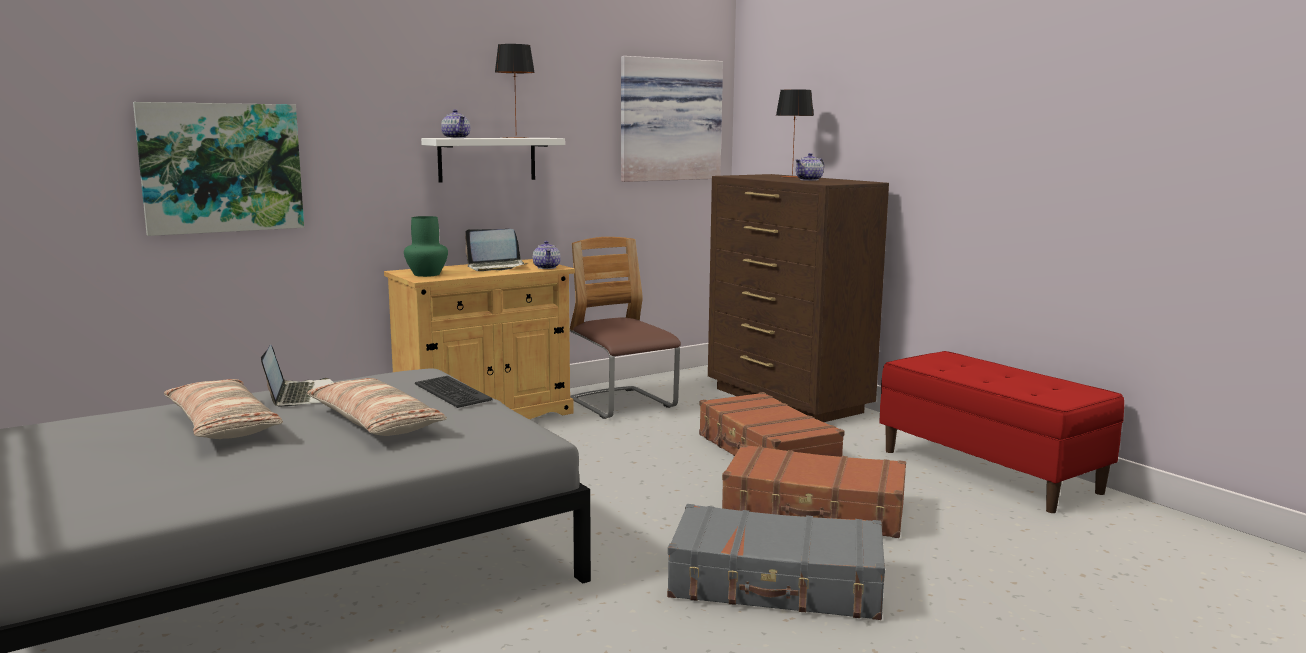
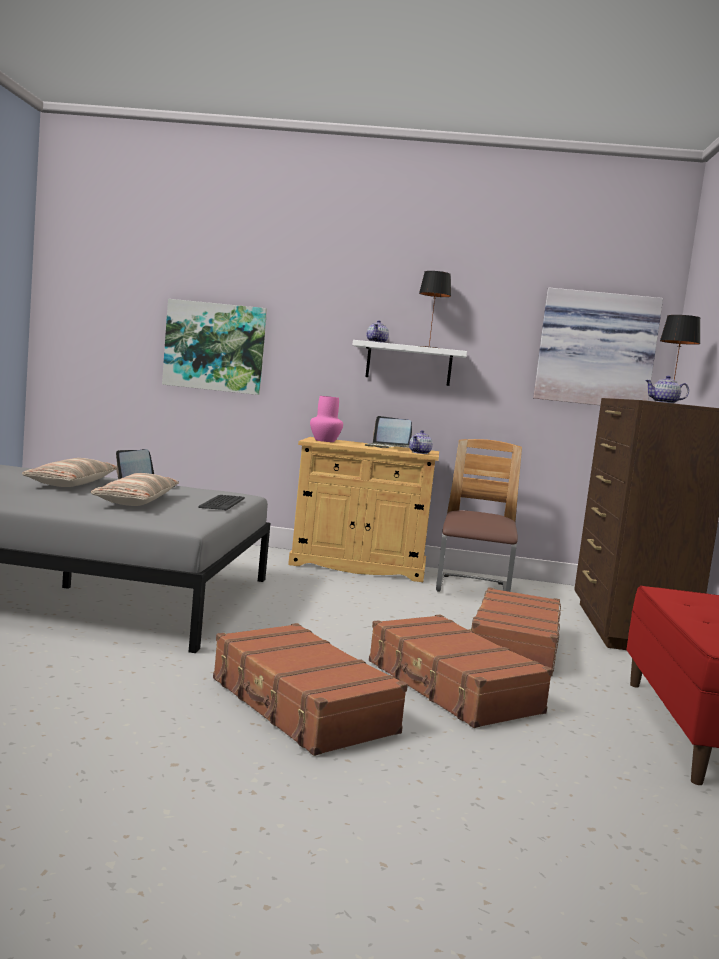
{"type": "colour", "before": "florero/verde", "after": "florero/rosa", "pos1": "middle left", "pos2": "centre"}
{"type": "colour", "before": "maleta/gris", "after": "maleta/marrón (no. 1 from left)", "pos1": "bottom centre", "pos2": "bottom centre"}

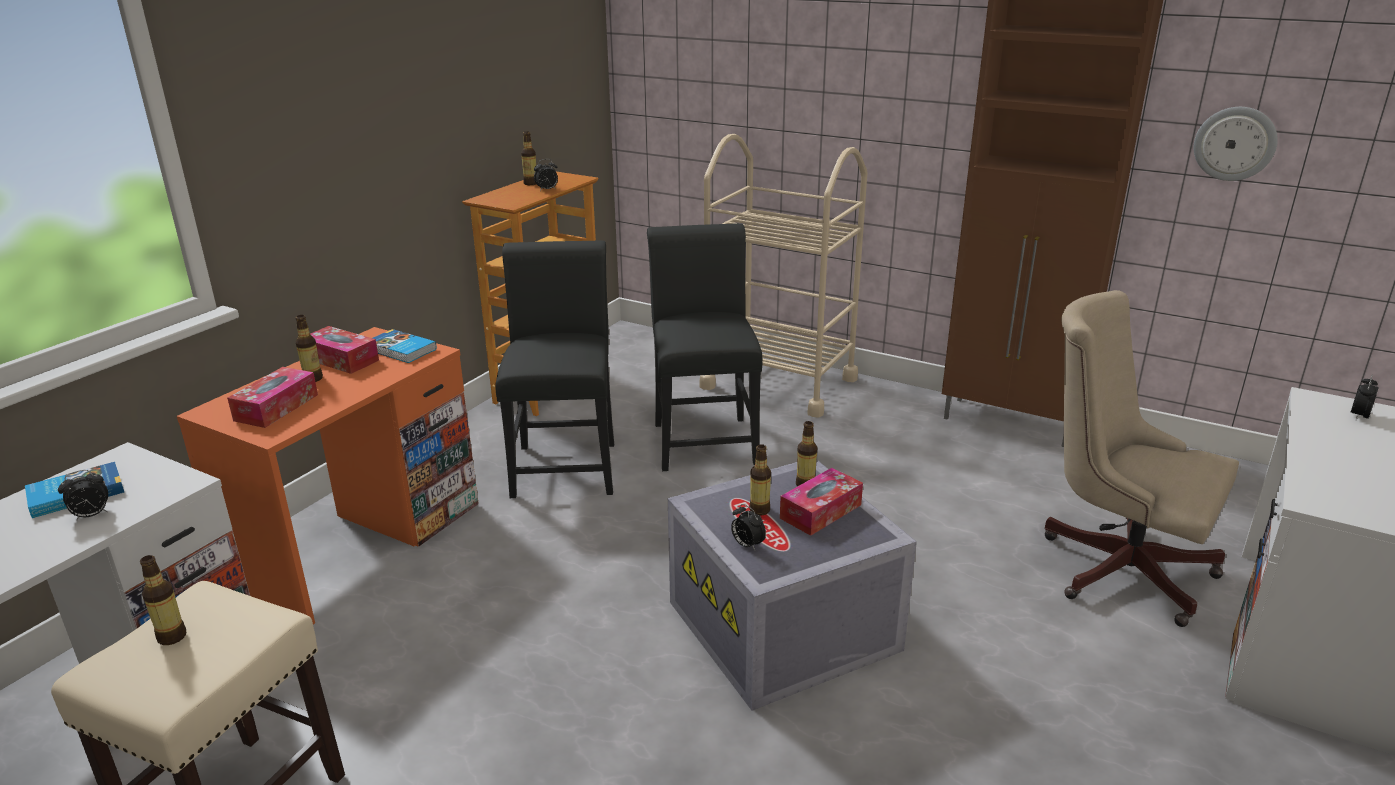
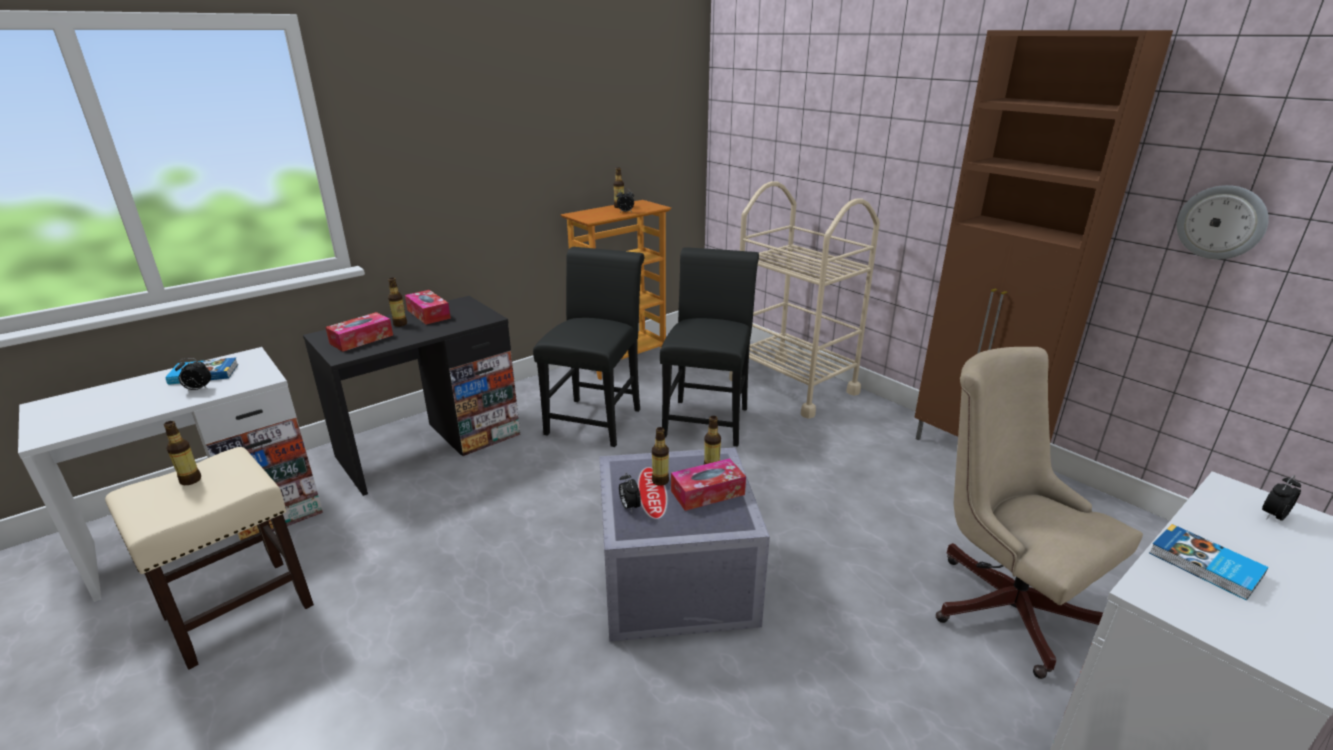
{"type": "colour", "before": "escritorio/naranja", "after": "escritorio/negro", "pos1": "middle left", "pos2": "middle left"}
{"type": "relocated", "before": "libro (no. 2 from left)", "pos1": "middle left", "pos2": "bottom right"}

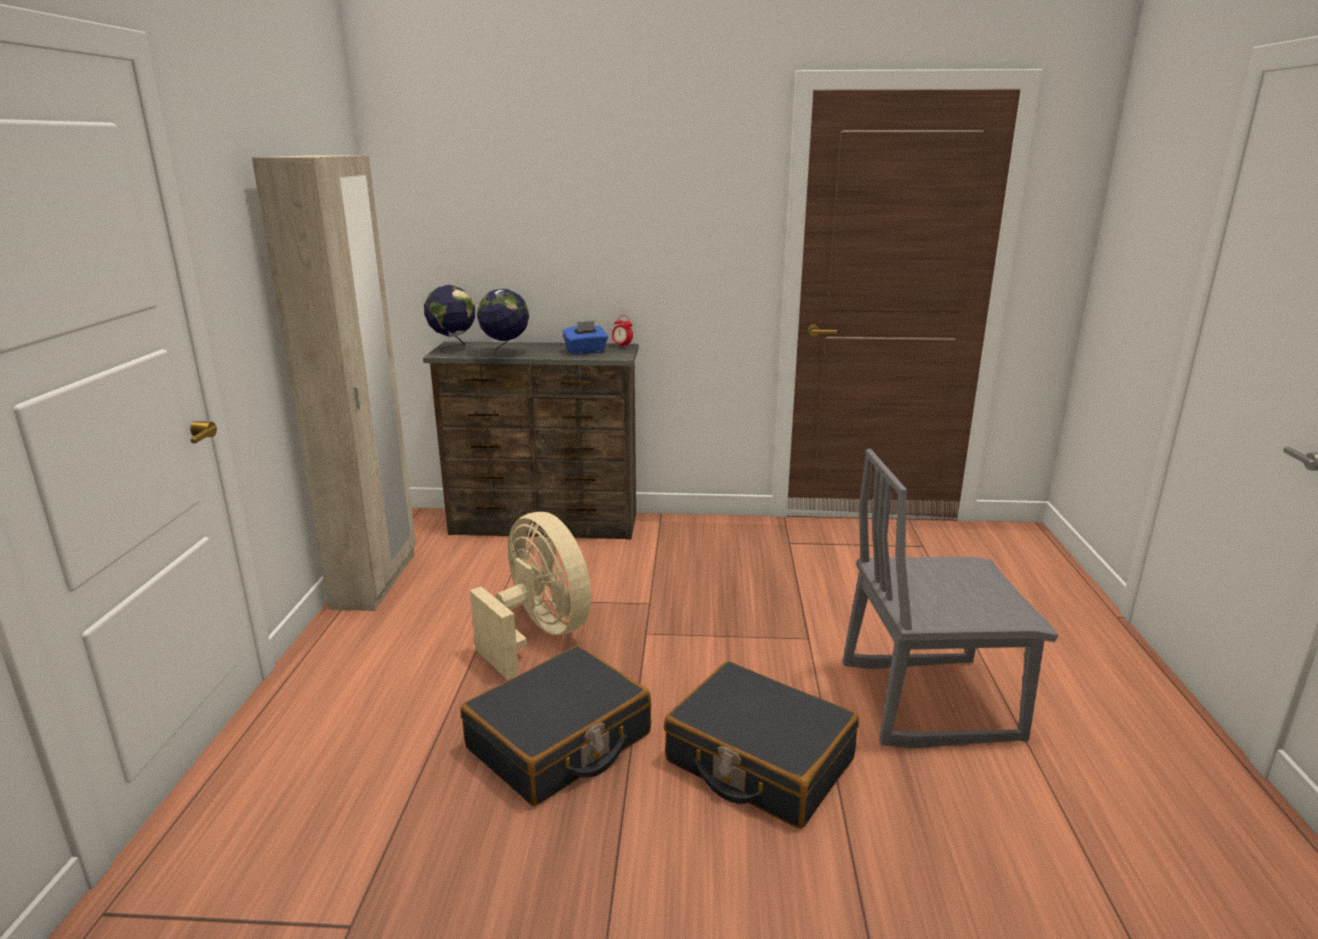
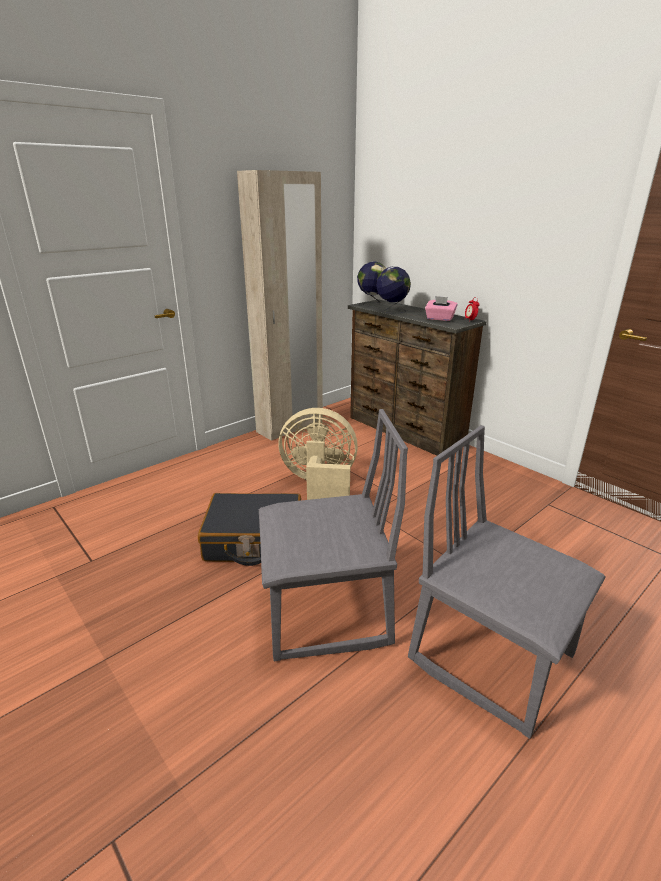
{"type": "spun", "before": "ventilador/beis", "pos1": "centre", "pos2": "centre", "turn": -90}
{"type": "colour", "before": "caja de pañuelos/azul", "after": "caja de pañuelos/rosa", "pos1": "centre", "pos2": "middle right"}
{"type": "exchanged", "before": "maleta/negro (no. 2 from left)", "after": "silla/gris (no. 1 from left)", "pos1": "bottom centre", "pos2": "centre"}

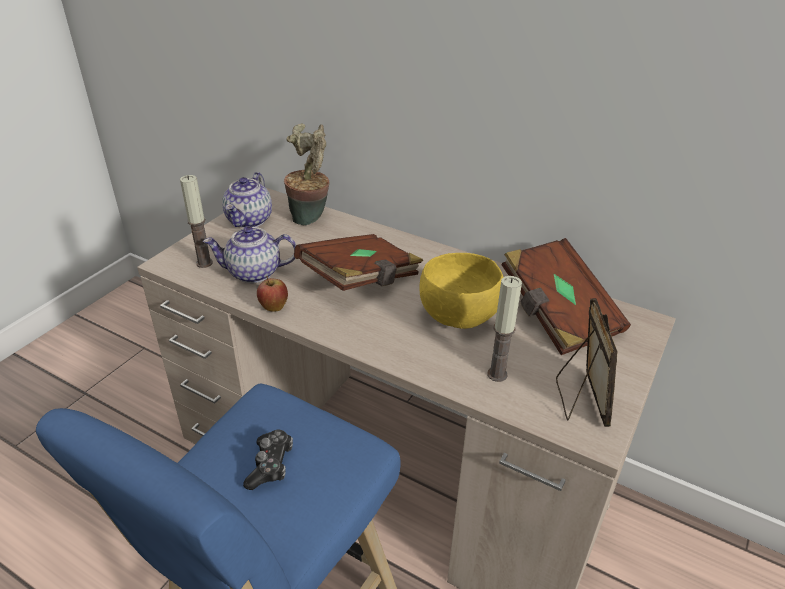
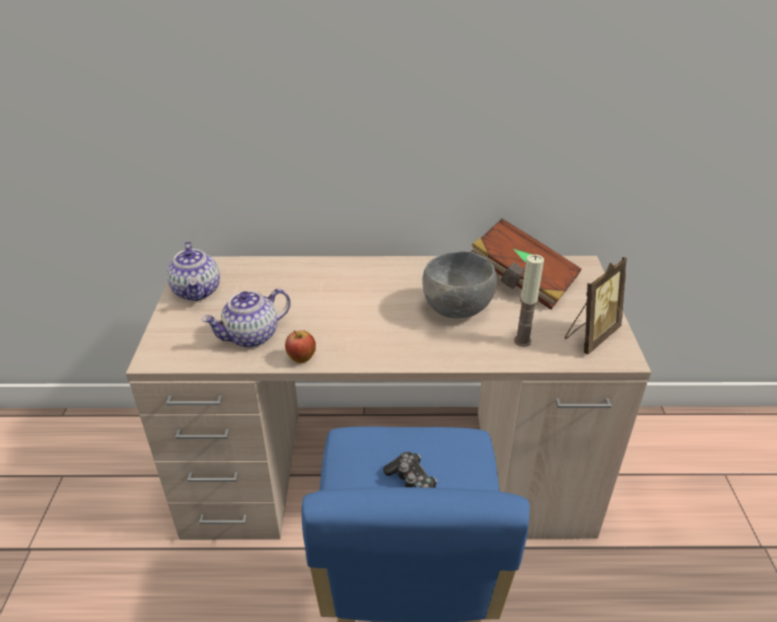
{"type": "missing", "before": "vela (no. 1 from left)", "pos1": "middle left"}
{"type": "missing", "before": "planta en maceta", "pos1": "top centre"}
{"type": "missing", "before": "libro/marrón (no. 1 from left)", "pos1": "centre"}
{"type": "colour", "before": "cuenco/amarillo", "after": "cuenco/gris", "pos1": "centre", "pos2": "centre"}
{"type": "spun", "before": "portarretratos", "pos1": "middle right", "pos2": "middle right", "turn": 75}

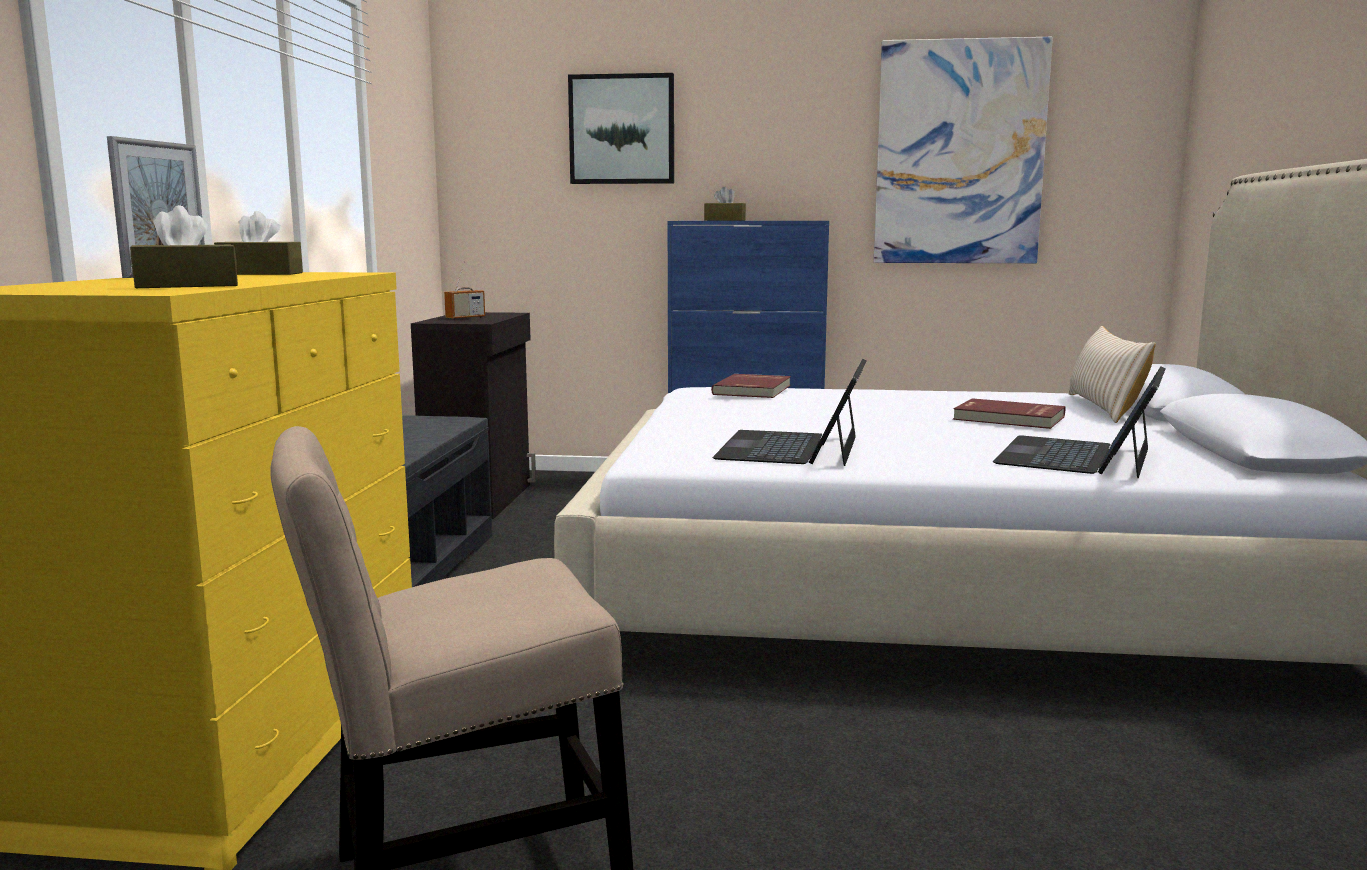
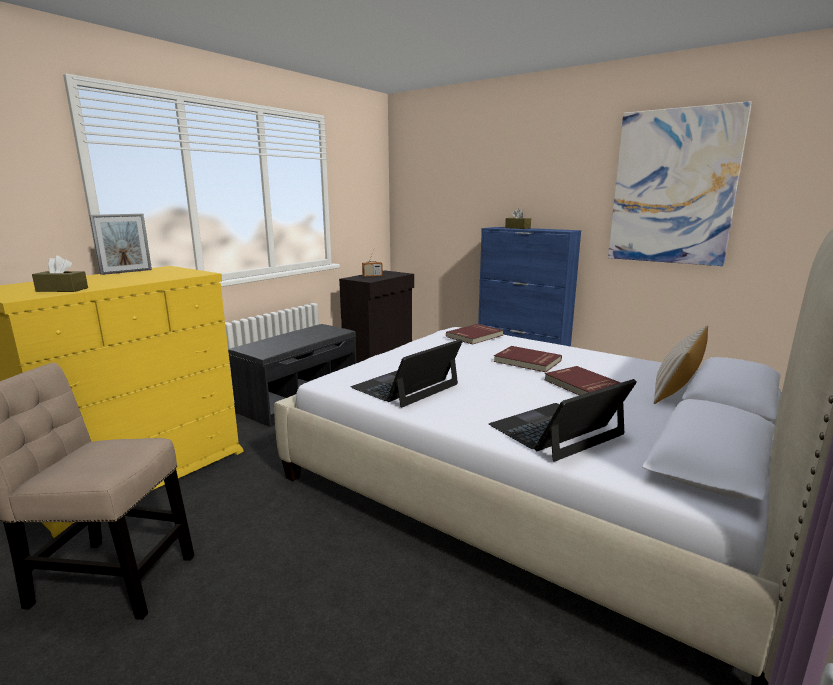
{"type": "missing", "before": "caja de pañuelos/marrón (no. 2 from left)", "pos1": "top left"}
{"type": "missing", "before": "cuadro (no. 1 from left)", "pos1": "top centre"}
{"type": "appeared", "after": "libro/rojo (no. 2 from left)", "pos2": "centre"}

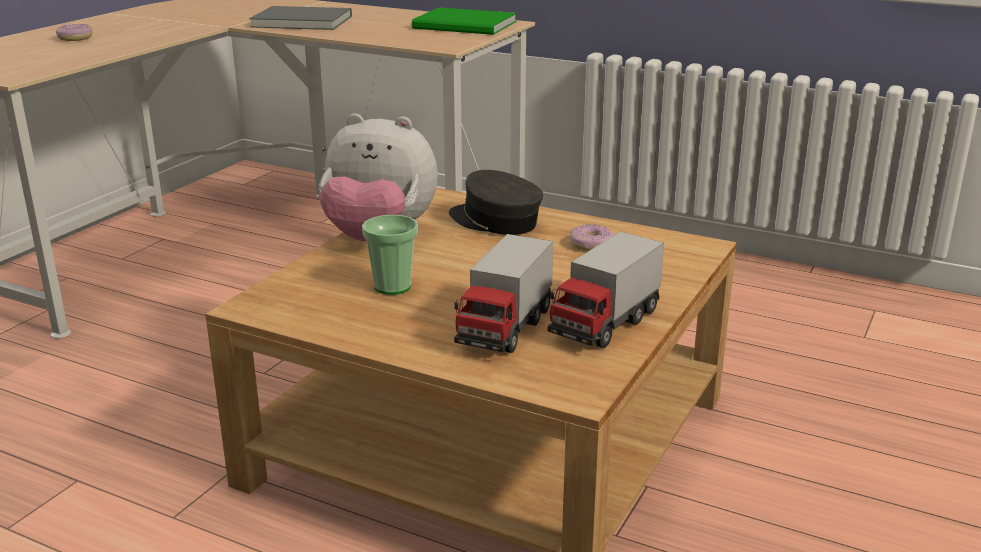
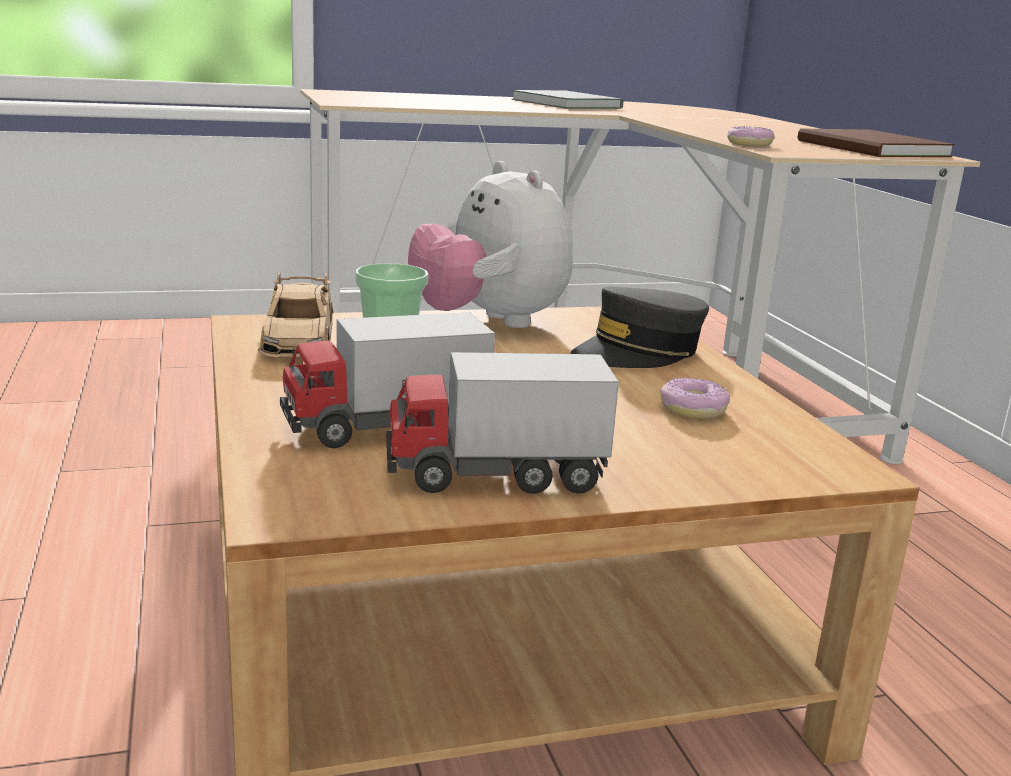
{"type": "relocated", "before": "rosquilla (no. 1 from left in the first image)", "after": "rosquilla (no. 2 from left)", "pos1": "top left", "pos2": "top right"}
{"type": "relocated", "before": "libro/gris", "pos1": "top left", "pos2": "top centre"}
{"type": "colour", "before": "libro/verde", "after": "libro/marrón", "pos1": "top centre", "pos2": "top right"}
{"type": "spun", "before": "gorra/gris", "pos1": "centre", "pos2": "centre", "turn": -120}
{"type": "appeared", "after": "coche de juguete/beis", "pos2": "middle left"}

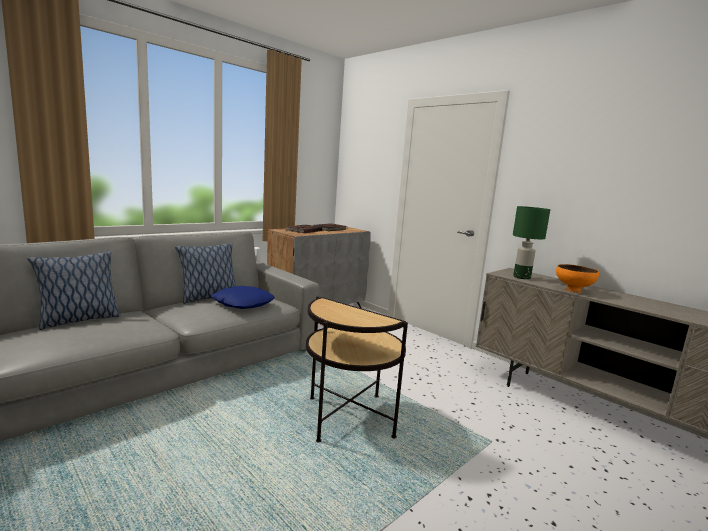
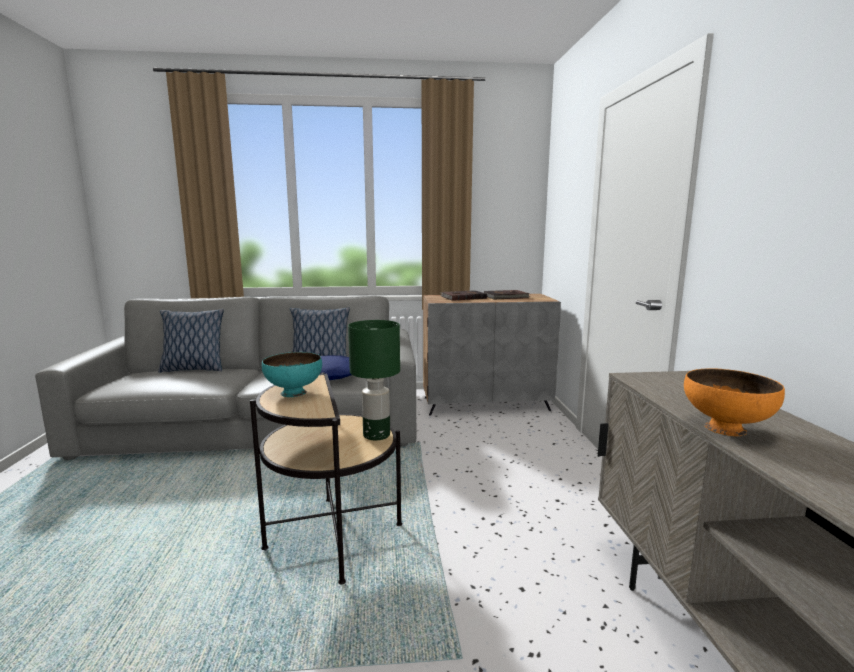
{"type": "relocated", "before": "lámpara de mesa/verde", "pos1": "middle right", "pos2": "centre"}
{"type": "appeared", "after": "cuenco/turquesa", "pos2": "centre"}

